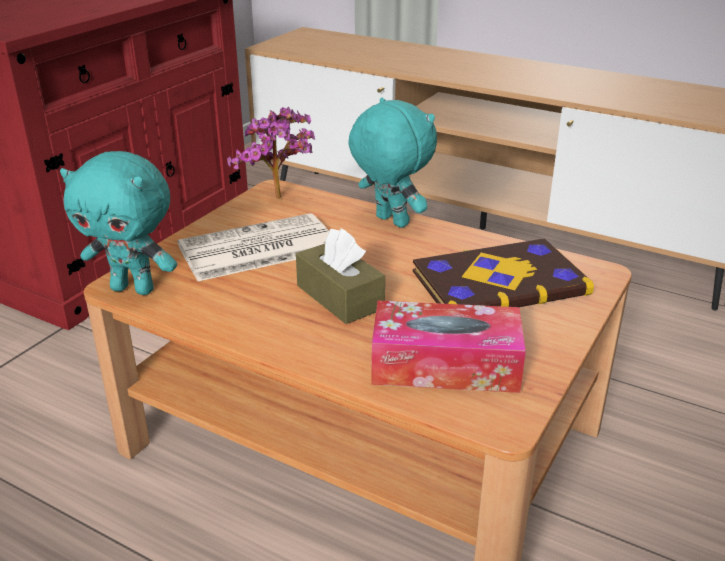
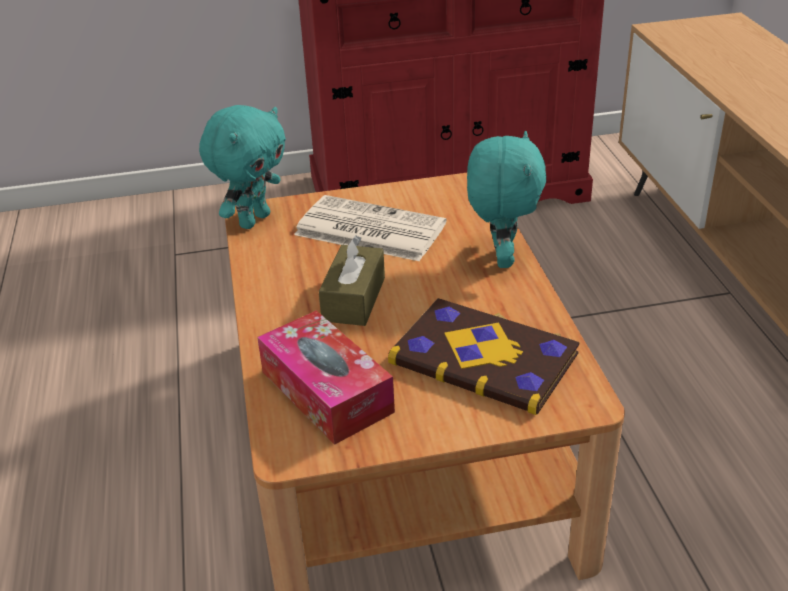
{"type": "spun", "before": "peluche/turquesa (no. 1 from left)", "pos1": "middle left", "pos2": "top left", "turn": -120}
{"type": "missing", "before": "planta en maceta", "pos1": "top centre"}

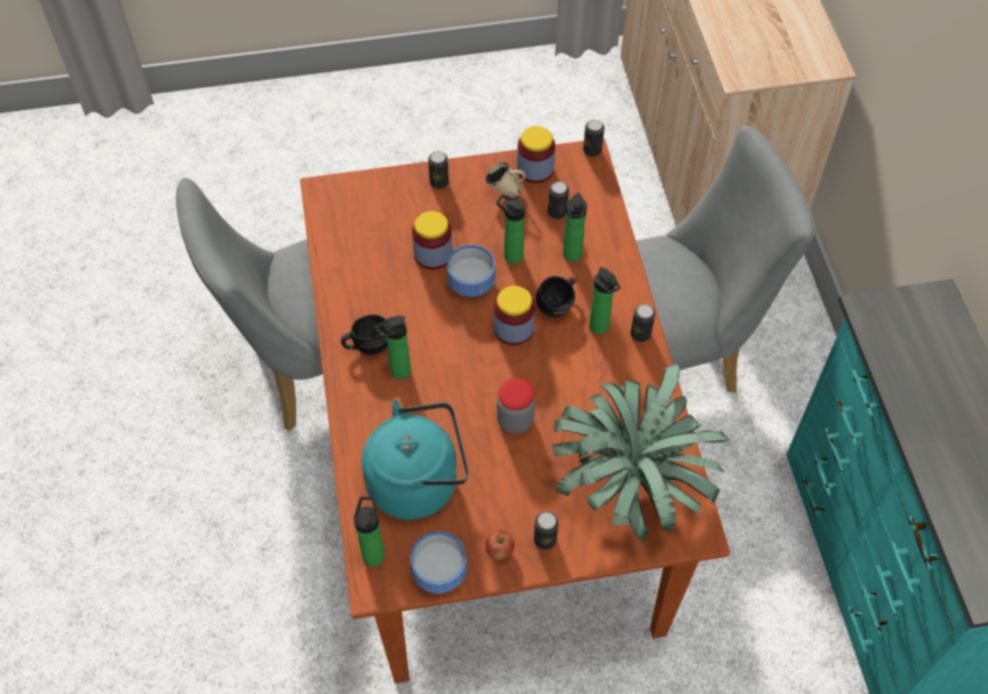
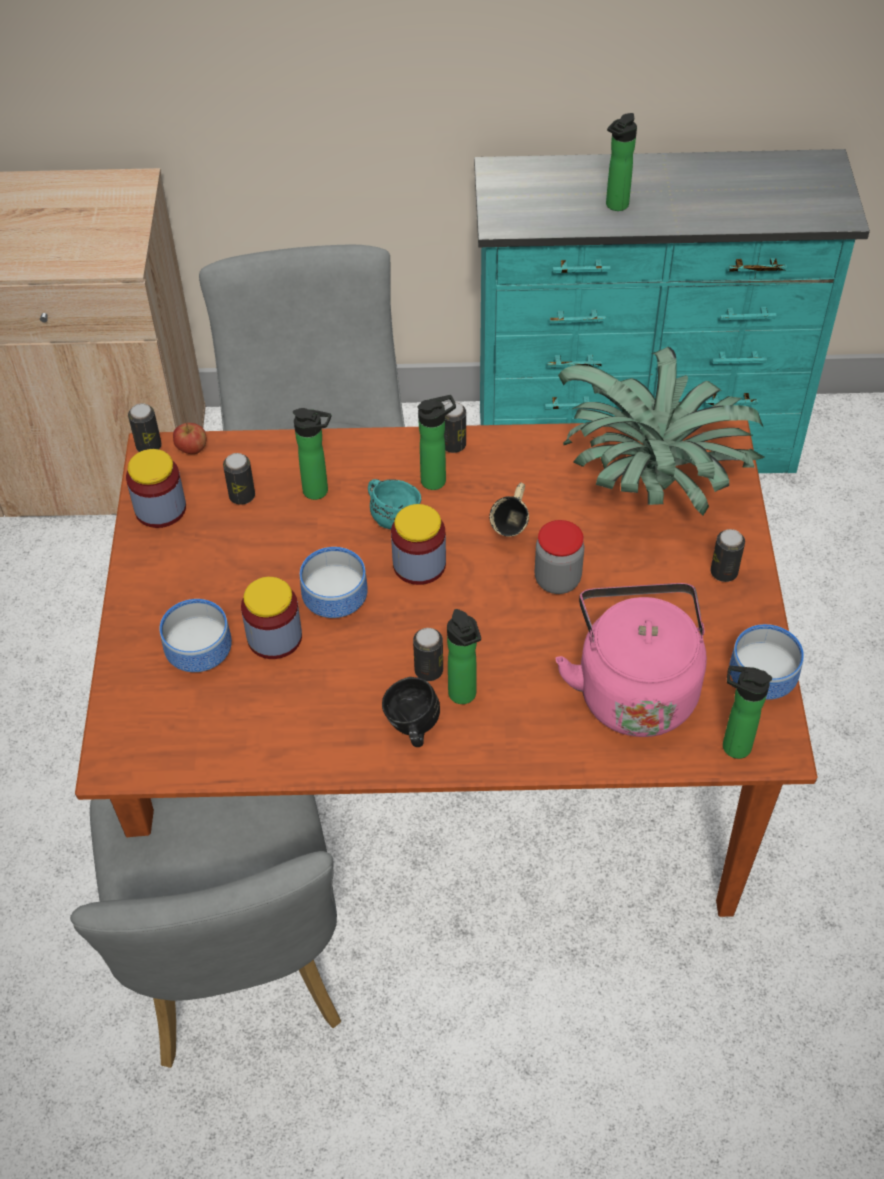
{"type": "colour", "before": "hervidor/turquesa", "after": "hervidor/rosa", "pos1": "centre", "pos2": "middle right"}
{"type": "relocated", "before": "lata (no. 1 from left in the first image)", "after": "lata (no. 3 from left)", "pos1": "top centre", "pos2": "centre"}
{"type": "relocated", "before": "taza grande/beis", "pos1": "top centre", "pos2": "centre"}
{"type": "relocated", "before": "manzana", "pos1": "bottom centre", "pos2": "middle left"}
{"type": "relocated", "before": "botella (no. 3 from left in the first image)", "after": "botella (no. 4 from left)", "pos1": "top centre", "pos2": "top right"}
{"type": "colour", "before": "taza grande/negro (no. 2 from left)", "after": "taza grande/turquesa", "pos1": "centre", "pos2": "centre"}
{"type": "appeared", "after": "cuenco (no. 1 from left)", "pos2": "middle left"}

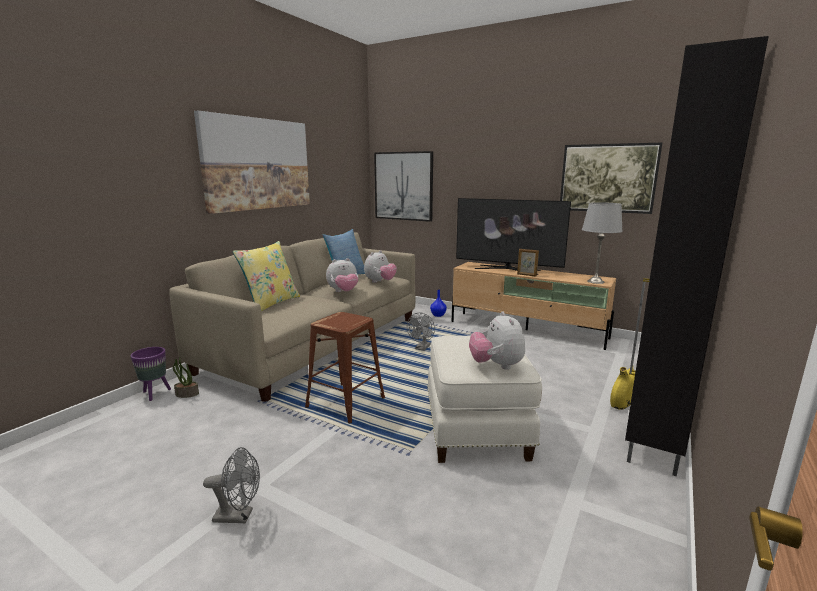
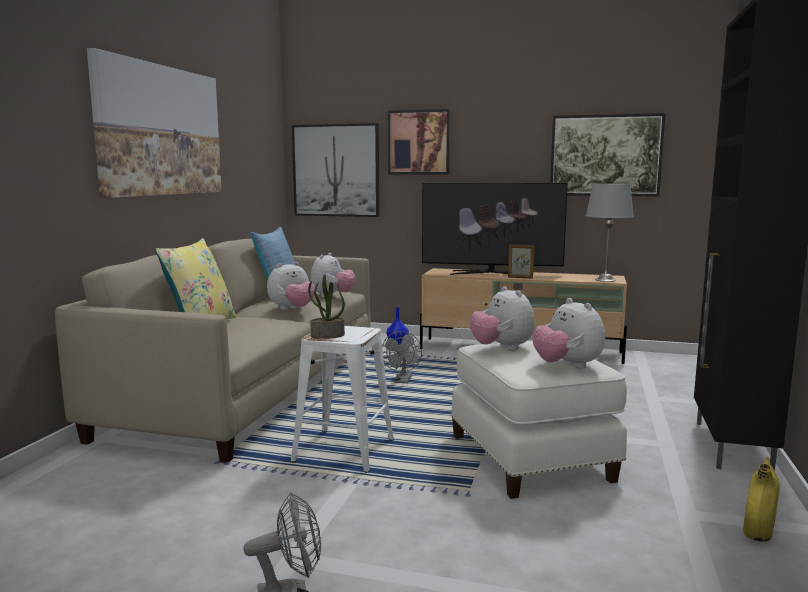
{"type": "missing", "before": "maceta/morado", "pos1": "middle left"}
{"type": "relocated", "before": "planta en maceta", "pos1": "middle left", "pos2": "centre"}
{"type": "colour", "before": "taburete/marrón", "after": "taburete/blanco", "pos1": "centre", "pos2": "bottom centre"}
{"type": "relocated", "before": "florero/amarillo", "pos1": "middle right", "pos2": "bottom right"}
{"type": "appeared", "after": "cuadro (no. 3 from left)", "pos2": "top centre"}
{"type": "appeared", "after": "peluche (no. 3 from left)", "pos2": "centre"}

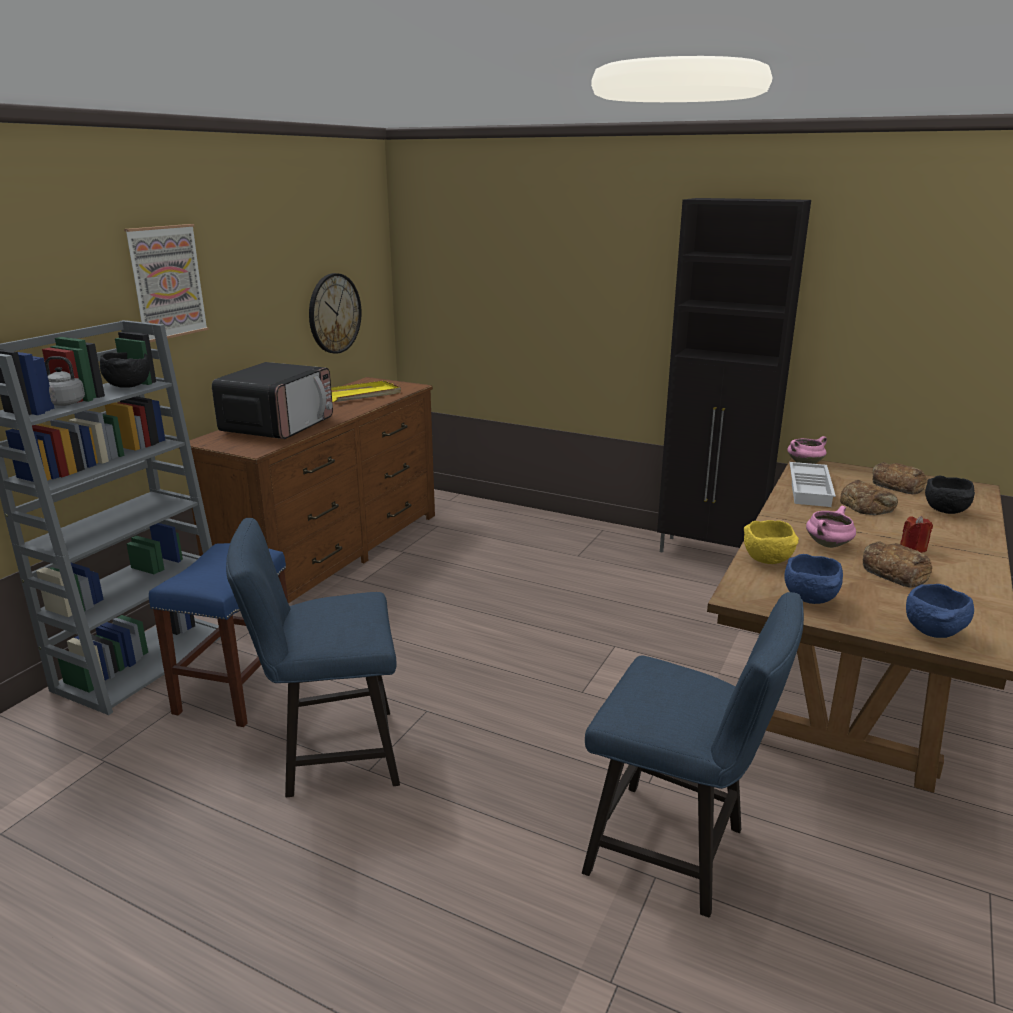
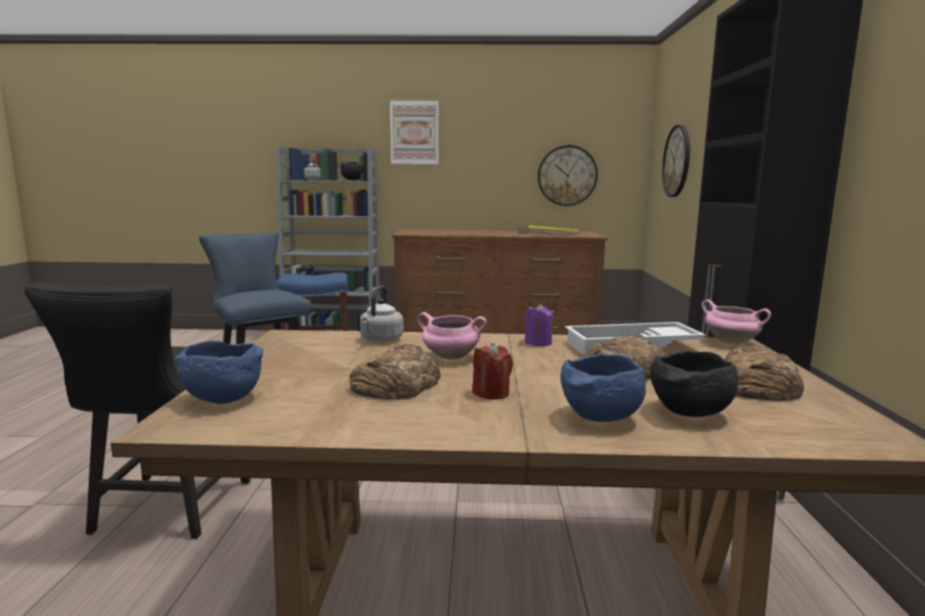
{"type": "missing", "before": "microondas", "pos1": "middle left"}
{"type": "colour", "before": "silla/azul (no. 2 from left)", "after": "silla/negro", "pos1": "bottom right", "pos2": "middle left"}
{"type": "exchanged", "before": "cuenco/amarillo", "after": "hervidor/gris (no. 2 from left)", "pos1": "middle right", "pos2": "centre"}
{"type": "relocated", "before": "cuenco/azul (no. 1 from left in the first image)", "after": "cuenco/azul (no. 2 from left)", "pos1": "middle right", "pos2": "centre"}
{"type": "appeared", "after": "vela/morado", "pos2": "centre"}
{"type": "appeared", "after": "reloj de pared (no. 2 from left)", "pos2": "top right"}

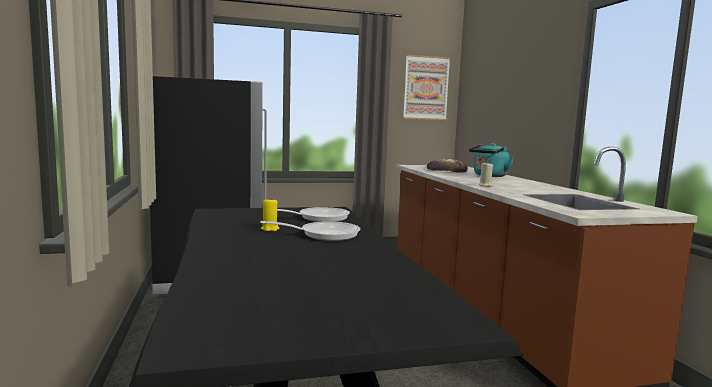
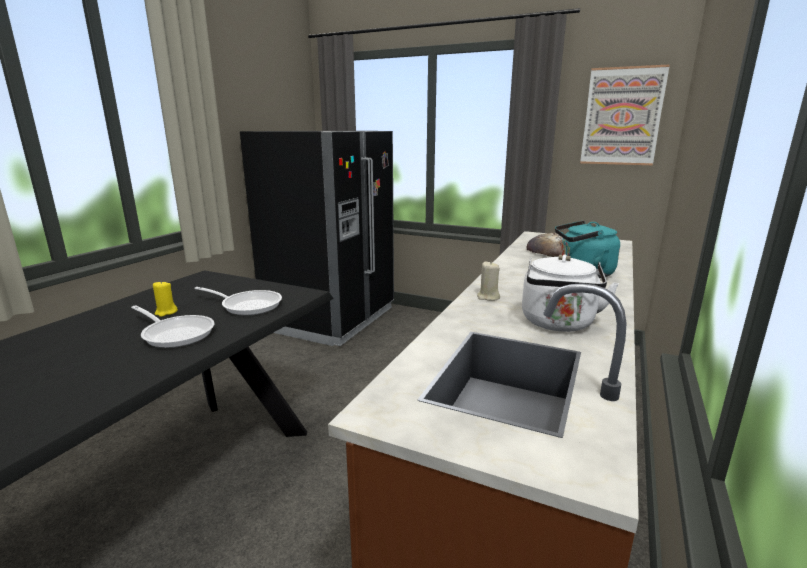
{"type": "appeared", "after": "hervidor/blanco", "pos2": "middle right"}

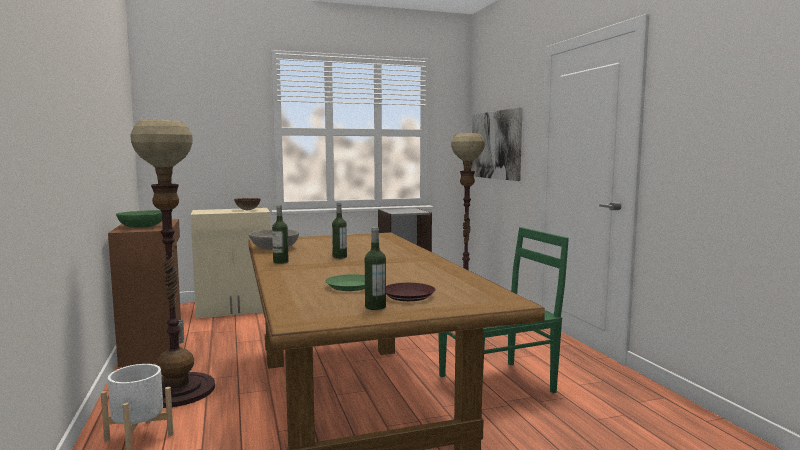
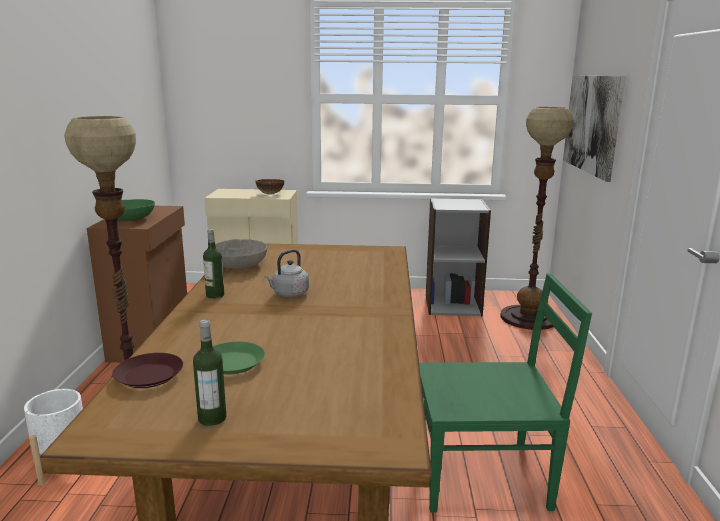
{"type": "exchanged", "before": "botella (no. 2 from left)", "after": "hervidor/gris", "pos1": "centre", "pos2": "centre"}
{"type": "relocated", "before": "plato/marrón", "pos1": "centre", "pos2": "bottom left"}

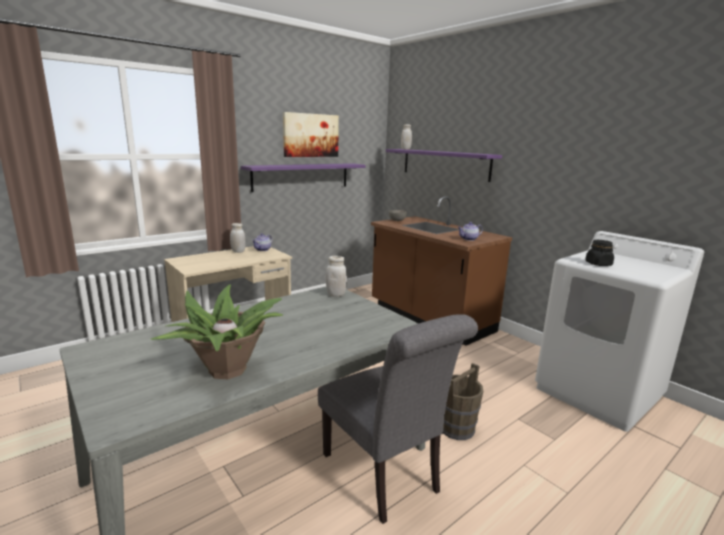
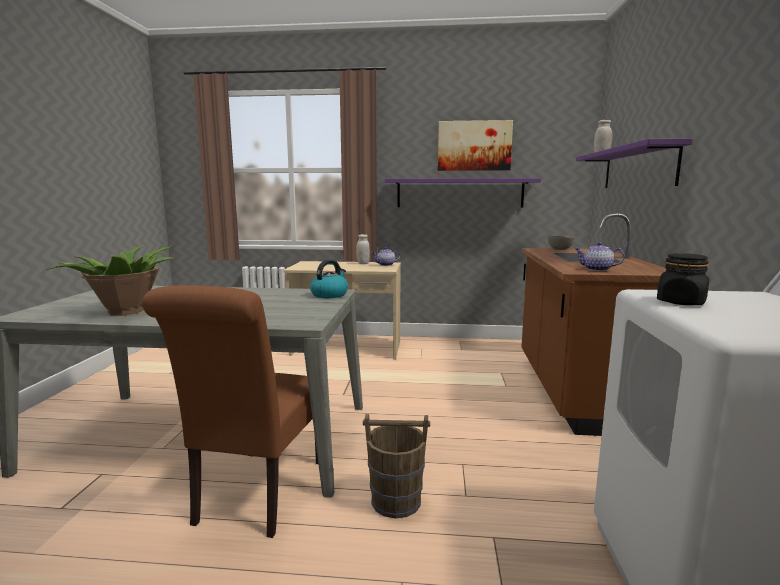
{"type": "colour", "before": "silla/gris", "after": "silla/marrón", "pos1": "bottom centre", "pos2": "bottom left"}
{"type": "exchanged", "before": "tarro/blanco (no. 2 from left)", "after": "hervidor", "pos1": "centre", "pos2": "centre"}

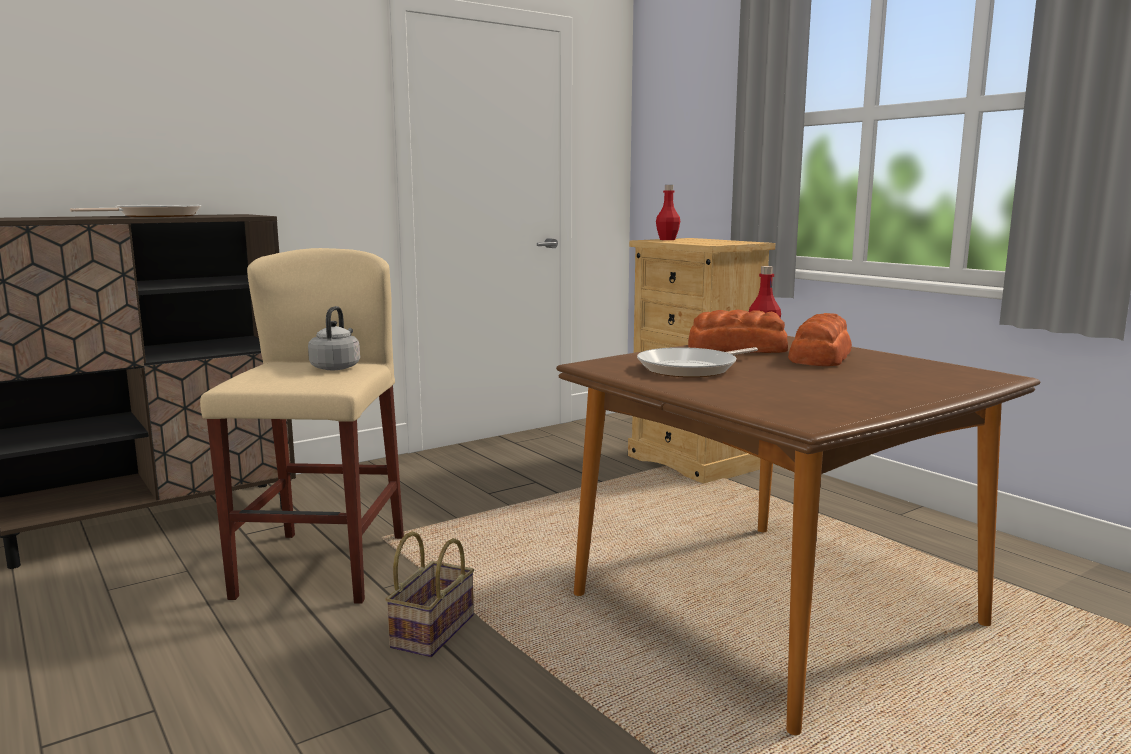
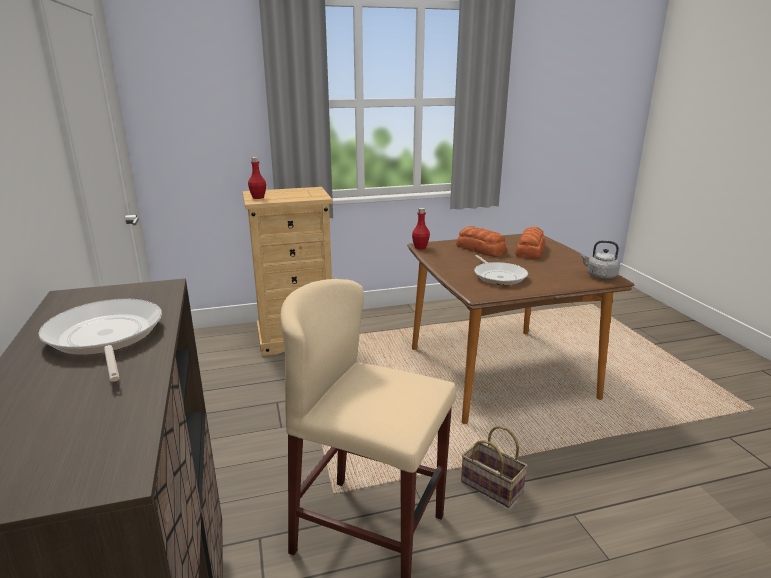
{"type": "relocated", "before": "hervidor/gris", "pos1": "middle left", "pos2": "middle right"}
{"type": "relocated", "before": "pan (no. 1 from left in the first image)", "after": "pan (no. 2 from left)", "pos1": "centre", "pos2": "middle right"}

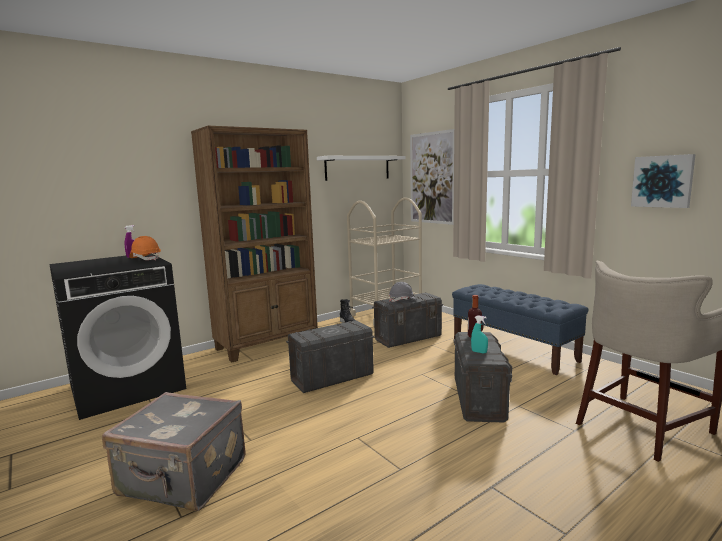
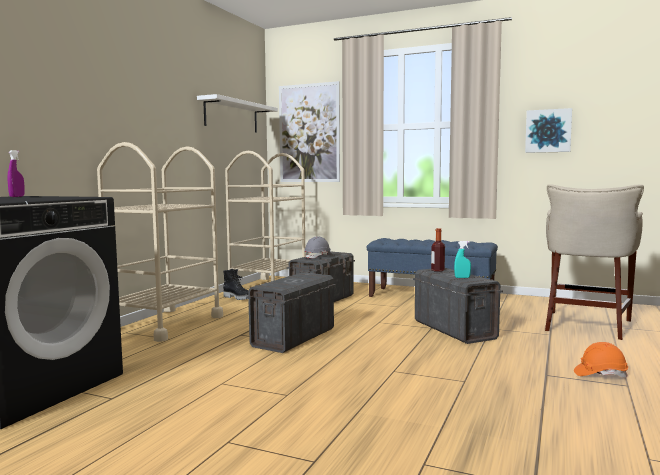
{"type": "missing", "before": "maleta/gris", "pos1": "bottom left"}
{"type": "relocated", "before": "casco/naranja", "pos1": "middle left", "pos2": "bottom right"}
{"type": "exchanged", "before": "estantería/marrón", "after": "carrito/beis (no. 1 from left)", "pos1": "centre", "pos2": "middle left"}

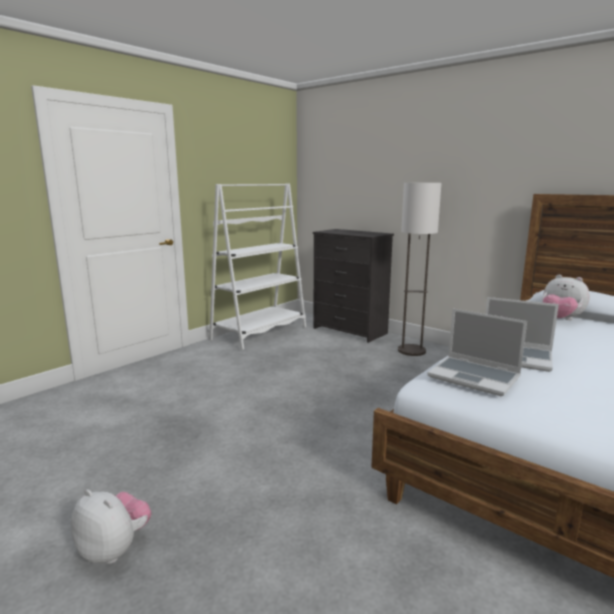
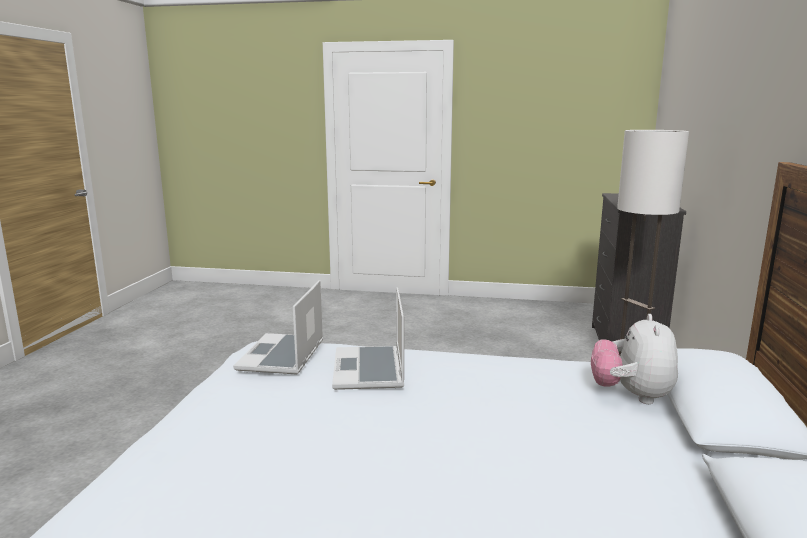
{"type": "missing", "before": "peluche (no. 1 from left)", "pos1": "bottom left"}
{"type": "missing", "before": "estantería/blanco", "pos1": "centre"}

